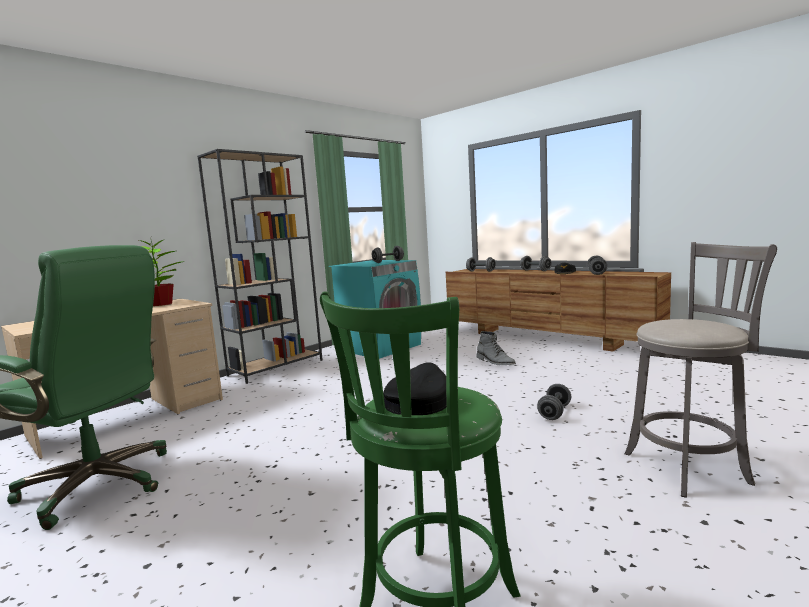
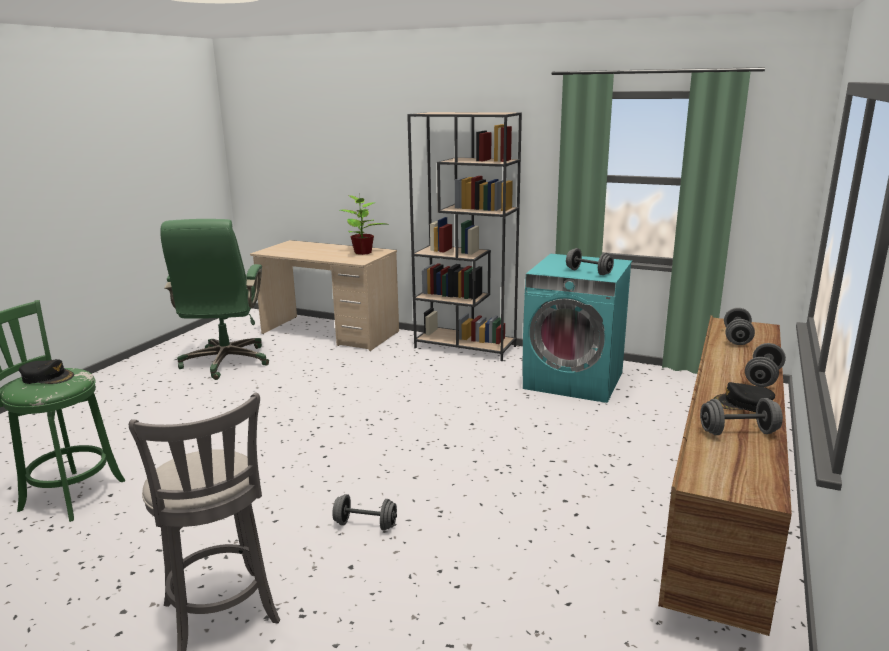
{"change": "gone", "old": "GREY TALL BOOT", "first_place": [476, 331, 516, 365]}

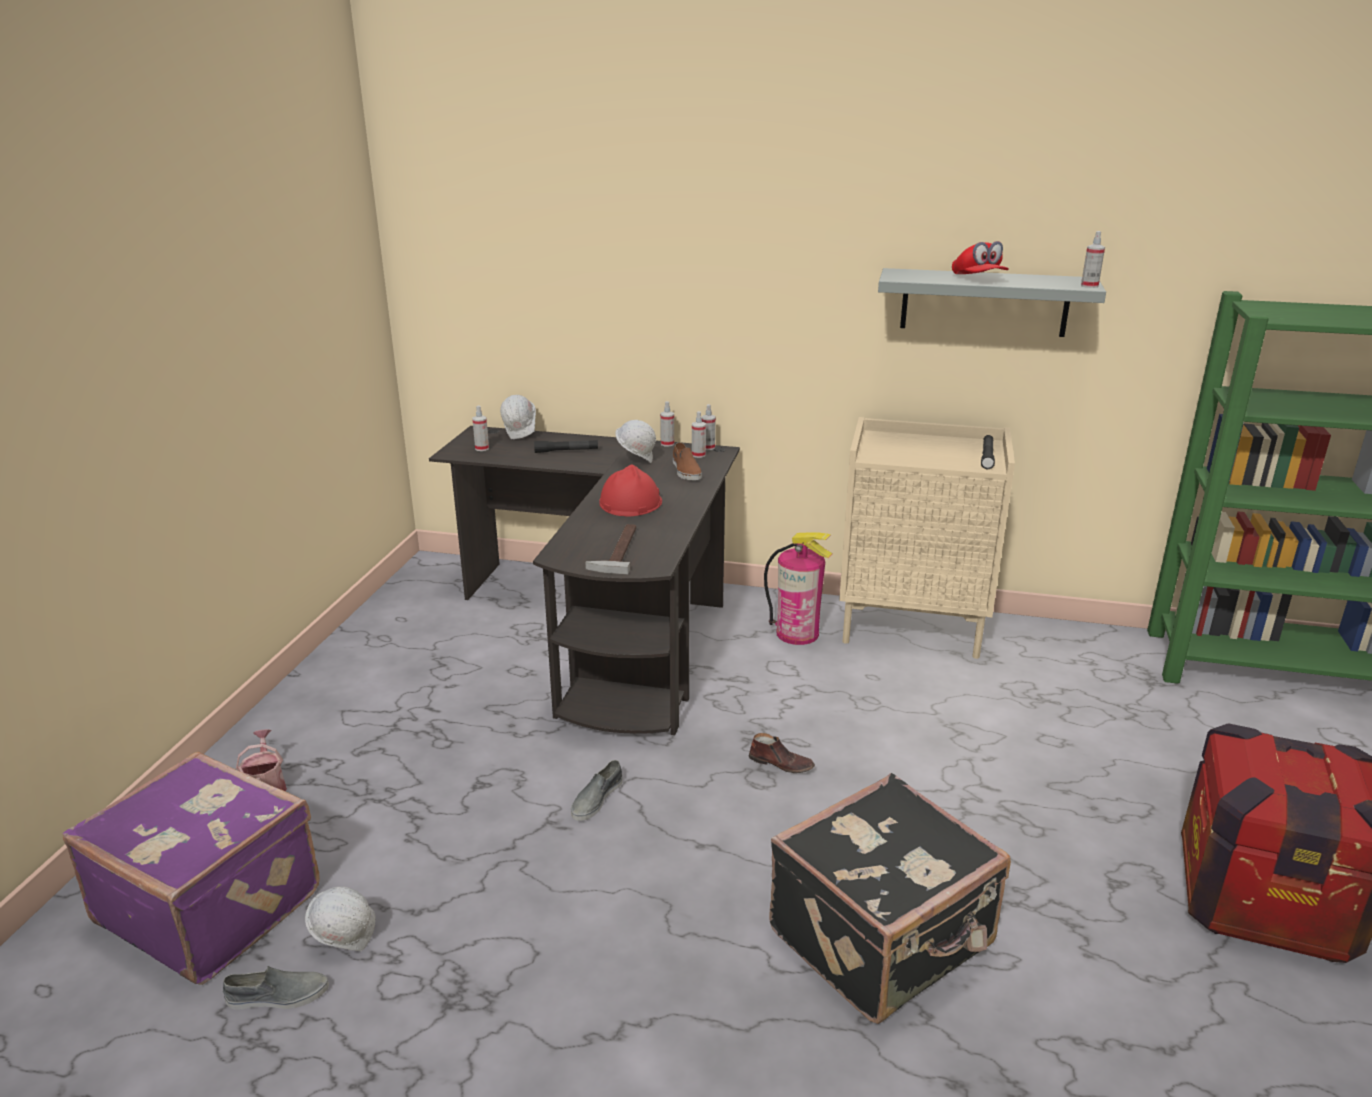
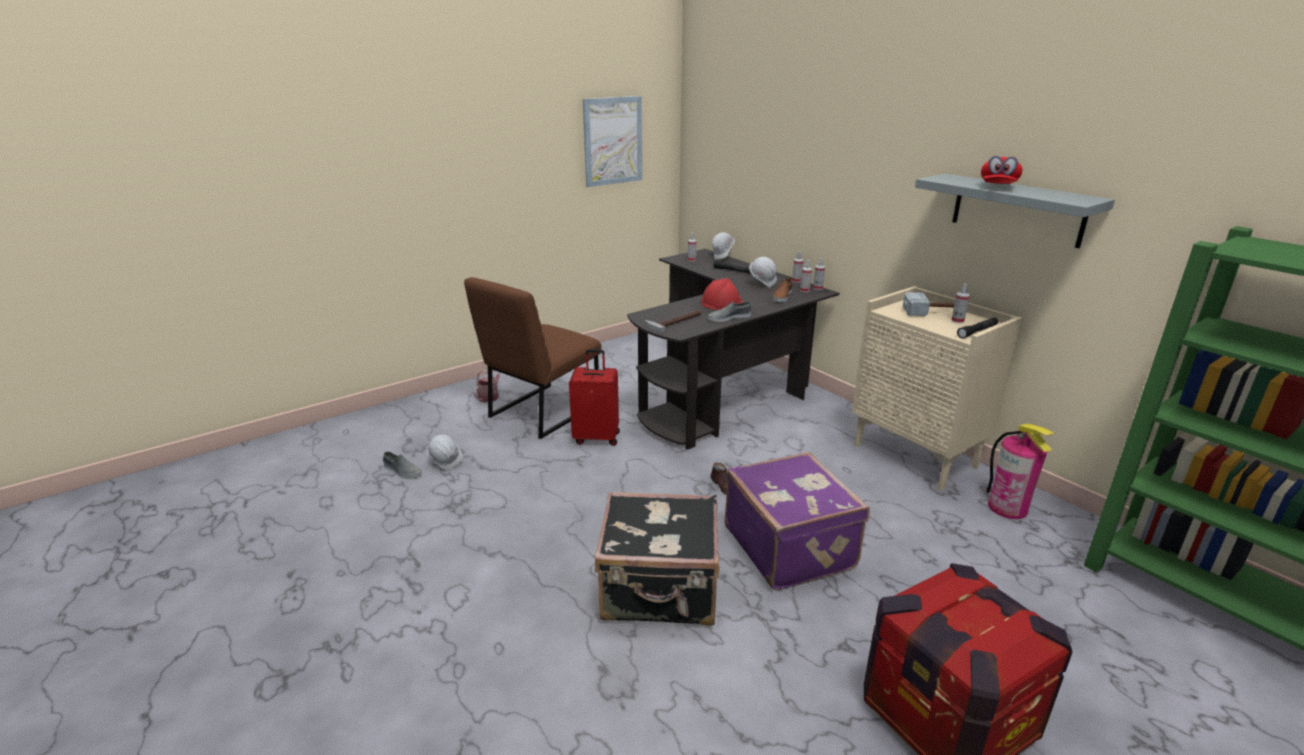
{"change": "shifted", "old": "HAND SPRAYER", "first_place": [1081, 231, 1105, 288], "second_place": [951, 284, 970, 323]}
{"change": "shifted", "old": "EXTINGUISHER", "first_place": [764, 532, 832, 645], "second_place": [986, 423, 1055, 519]}
{"change": "shifted", "old": "PURPLE-COLOURED TRAVEL CASE", "first_place": [62, 752, 320, 985], "second_place": [724, 452, 870, 591]}
{"change": "shifted", "old": "GREY ITEM OF FOOTWEAR", "first_place": [571, 760, 623, 821], "second_place": [708, 301, 752, 322]}
{"change": "new", "new": "WALL PICTURE", "second_place": [583, 96, 642, 187]}
{"change": "new", "new": "BROWNISH PLAIN CHAIR", "second_place": [464, 277, 601, 439]}
{"change": "new", "new": "HAMMER", "second_place": [903, 292, 955, 316]}
{"change": "new", "new": "RED TRAVEL CASE", "second_place": [569, 349, 620, 446]}

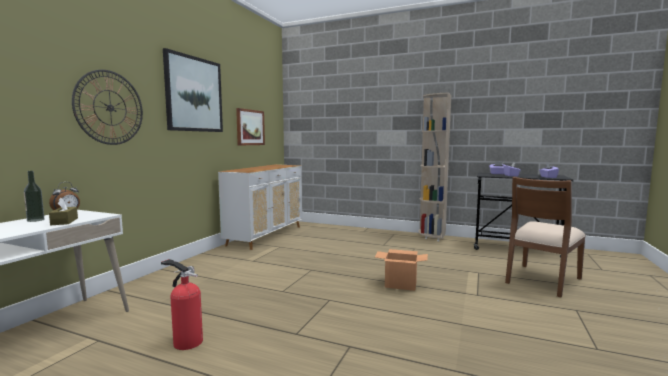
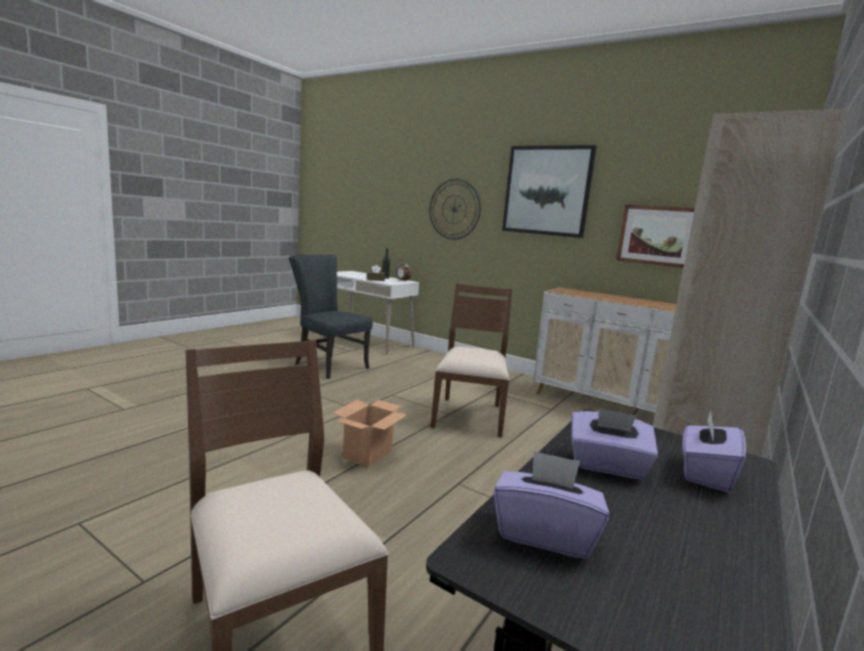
{"change": "swapped", "old": "EXTINGUISHER", "new": "GREY PLAIN CHAIR", "first_place": [161, 259, 203, 350], "second_place": [288, 255, 373, 379]}
{"change": "new", "new": "BROWNISH PLAIN CHAIR", "second_place": [430, 283, 512, 438]}

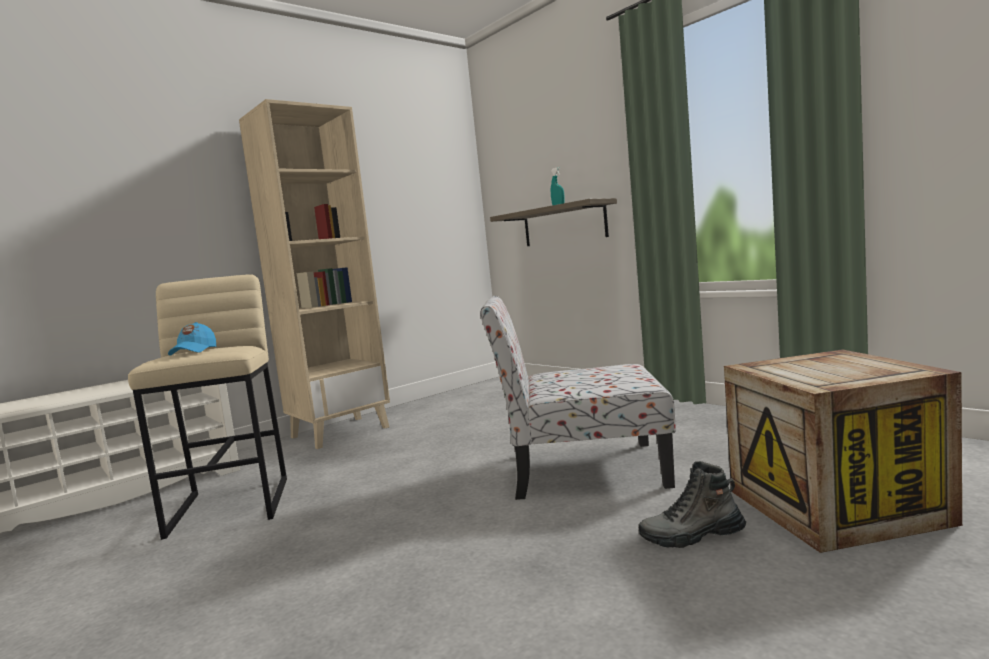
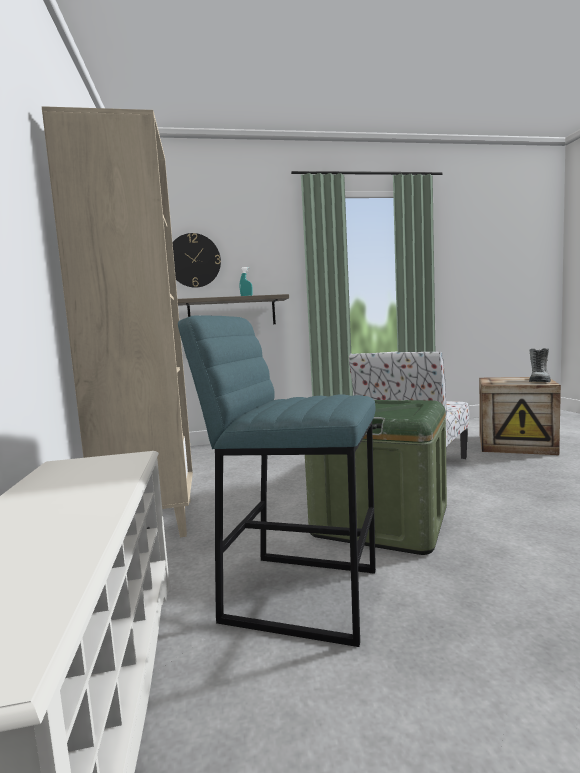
{"change": "repainted", "old": "BEIGE-COLOURED STOOL SEAT", "new": "BLUE-GREEN STOOL SEAT", "first_place": [128, 274, 287, 540], "second_place": [178, 315, 376, 647]}
{"change": "gone", "old": "BLUE-COLOURED PEAKED CAP", "first_place": [168, 322, 216, 356]}
{"change": "shifted", "old": "TALL BOOT", "first_place": [639, 461, 746, 548], "second_place": [529, 348, 551, 382]}
{"change": "new", "new": "WALL CLOCK", "second_place": [172, 233, 221, 288]}
{"change": "new", "new": "GREEN STORAGE BOX", "second_place": [305, 400, 447, 555]}

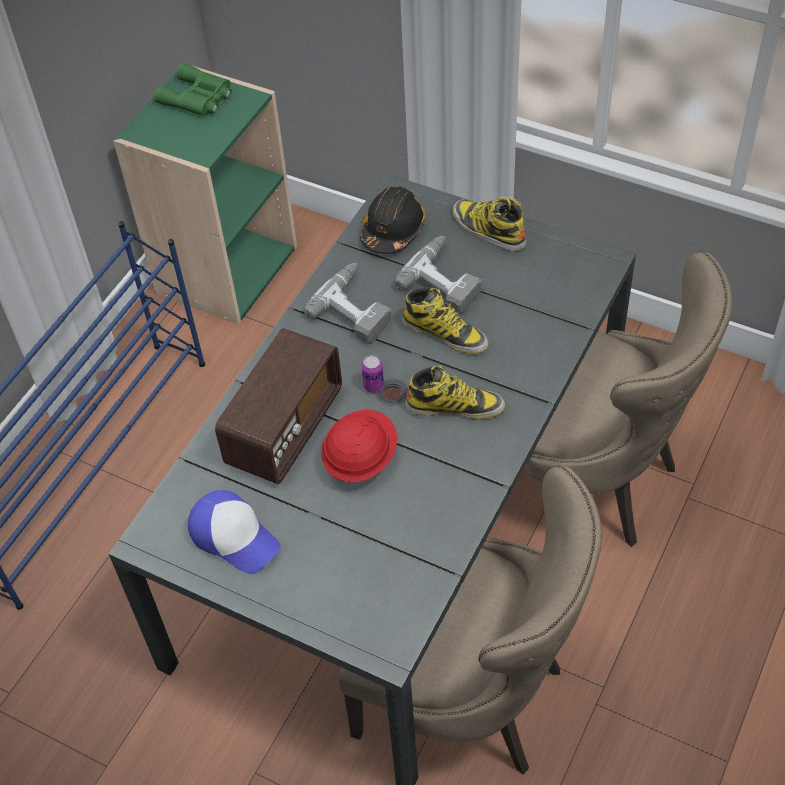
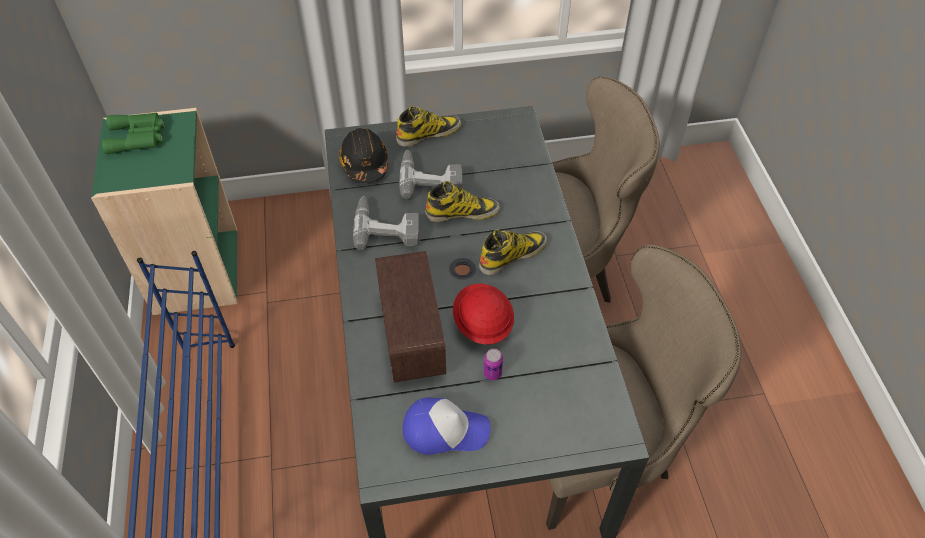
{"change": "rotated", "old": "TALL BOOT", "first_place": [453, 197, 527, 251], "second_place": [396, 106, 462, 147], "degrees": 150}
{"change": "shifted", "old": "CAN", "first_place": [361, 355, 384, 393], "second_place": [484, 349, 503, 380]}

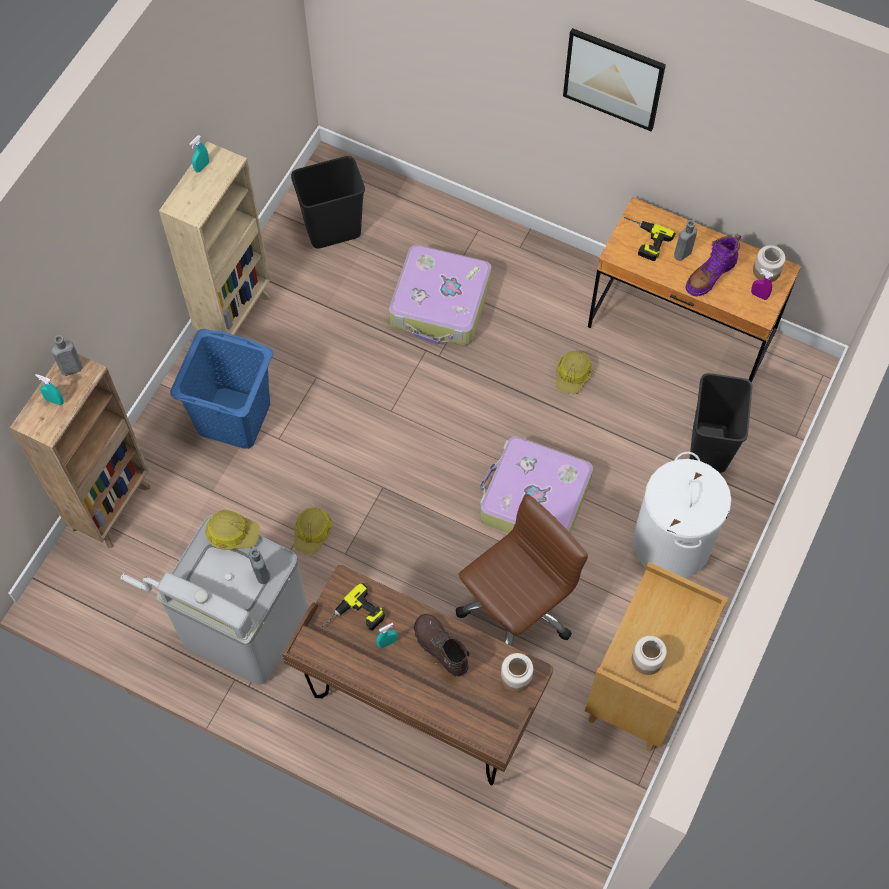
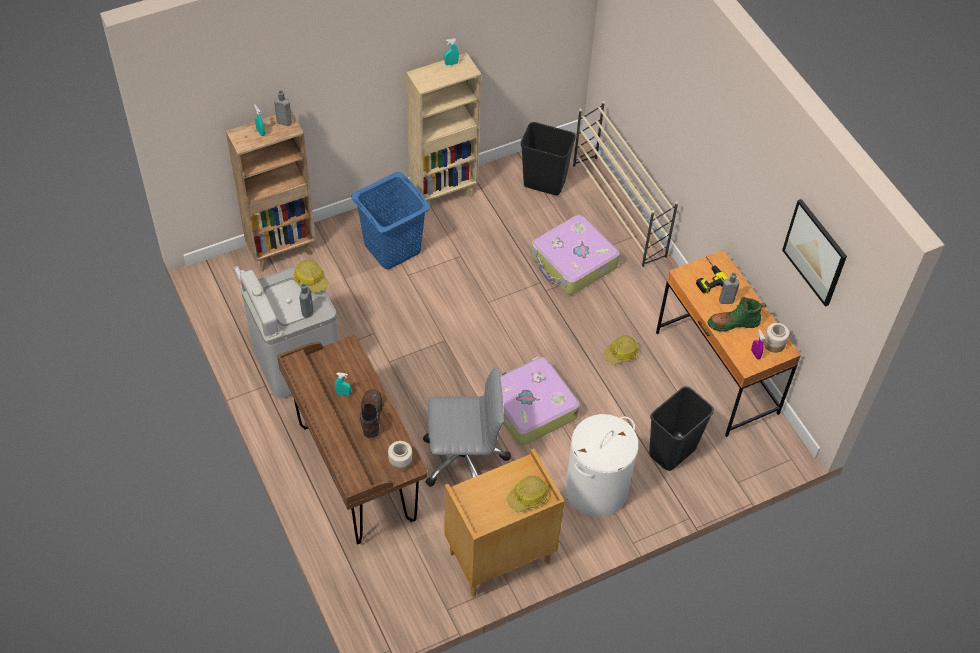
{"change": "shifted", "old": "WALL PICTURE", "first_place": [563, 28, 666, 131], "second_place": [782, 199, 847, 307]}
{"change": "repainted", "old": "PURPLE-COLOURED TALL BOOT", "new": "GREEN TALL BOOT", "first_place": [685, 234, 742, 296], "second_place": [707, 297, 767, 332]}
{"change": "repainted", "old": "BROWNISH DESK CHAIR", "new": "GREY DESK CHAIR", "first_place": [456, 494, 588, 646], "second_place": [423, 367, 511, 487]}
{"change": "shifted", "old": "WORK HELMET", "first_place": [294, 507, 333, 554], "second_place": [506, 475, 548, 512]}
{"change": "gone", "old": "POWER DRILL", "first_place": [322, 583, 385, 631]}
{"change": "gone", "old": "STORAGE JAR", "first_place": [632, 636, 667, 675]}
{"change": "new", "new": "BEIGE-COLOURED SHOE STAND", "second_place": [573, 101, 678, 268]}

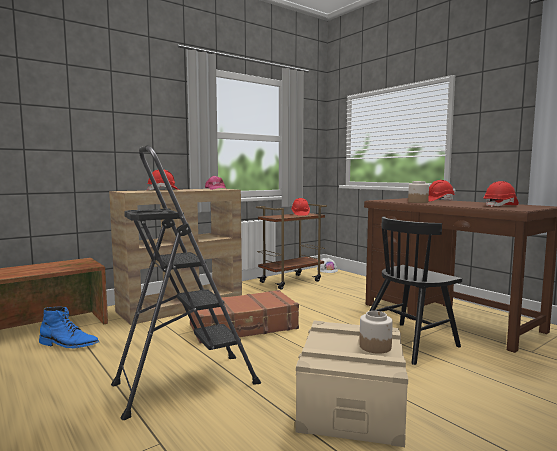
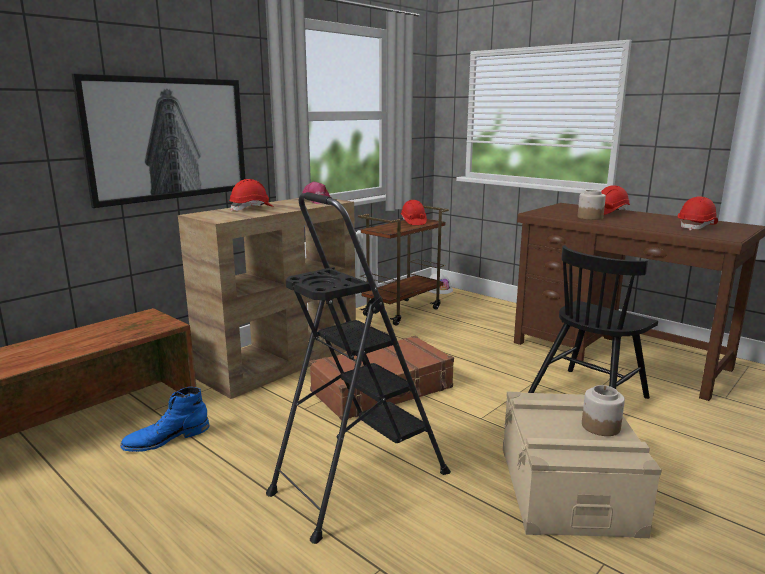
{"change": "rotated", "old": "BLUE-COLOURED TALL BOOT", "first_place": [39, 307, 99, 348], "second_place": [120, 387, 209, 452], "degrees": 150}
{"change": "new", "new": "WALL PICTURE", "second_place": [72, 73, 245, 208]}

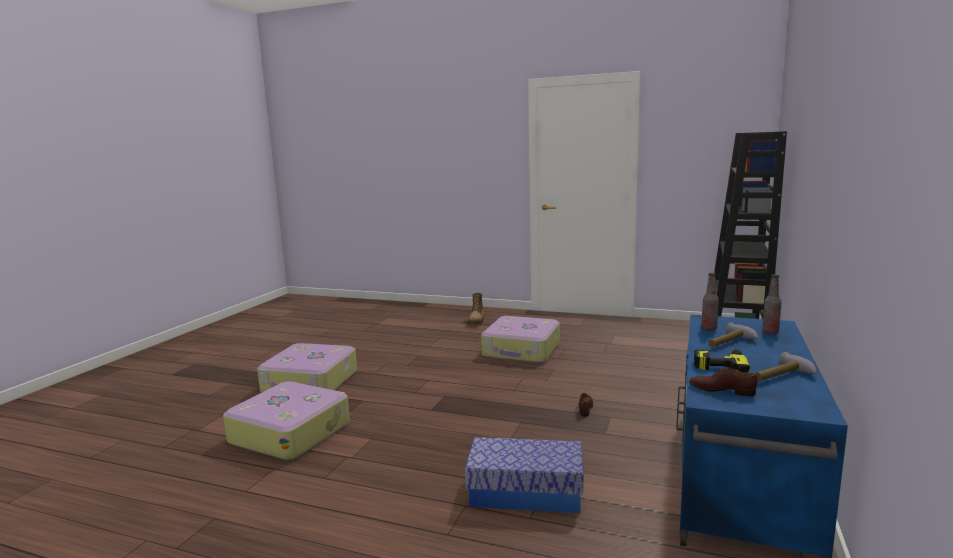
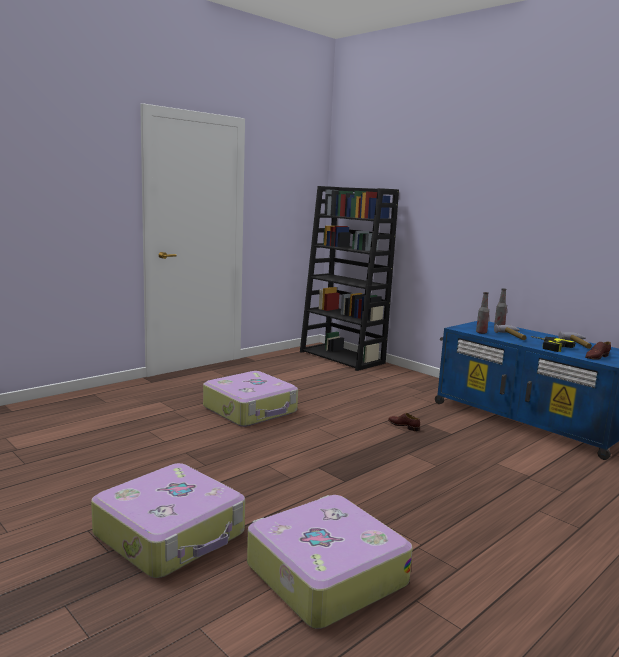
{"change": "gone", "old": "TALL BOOT", "first_place": [468, 293, 484, 324]}
{"change": "gone", "old": "STORAGE BOX", "first_place": [465, 437, 584, 513]}

